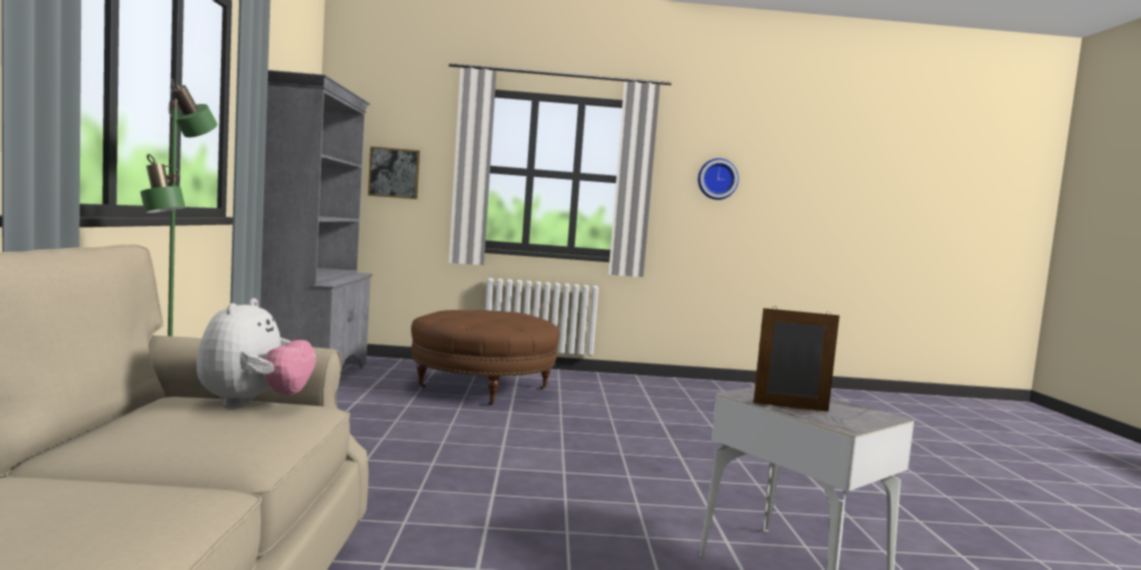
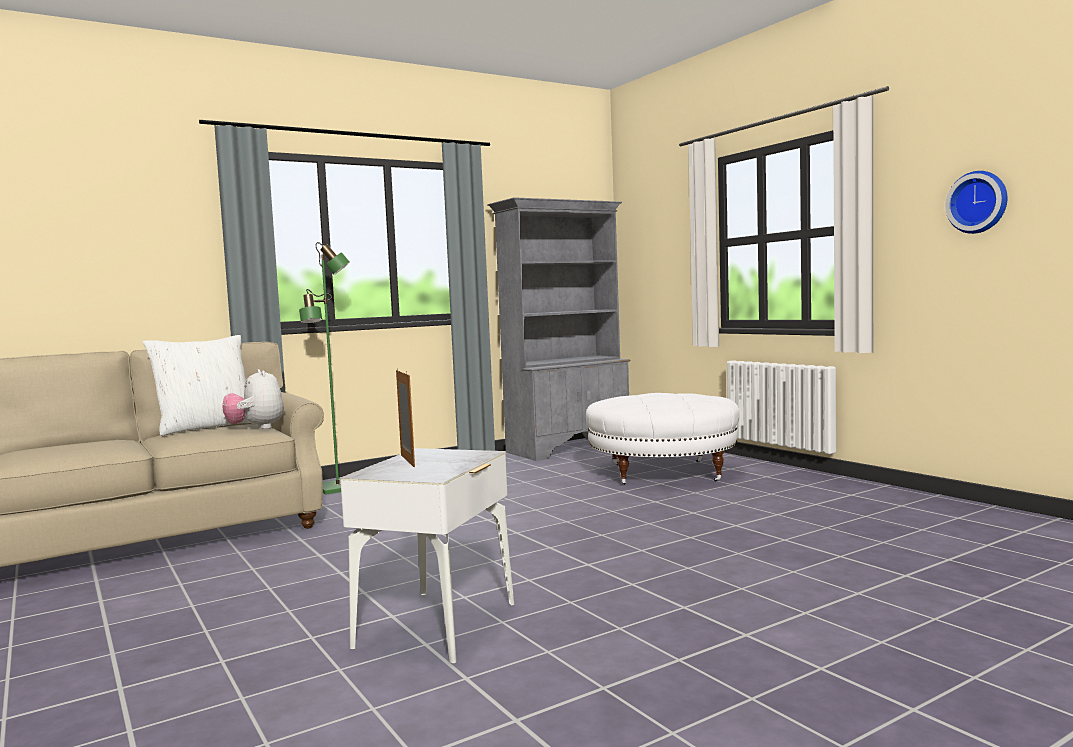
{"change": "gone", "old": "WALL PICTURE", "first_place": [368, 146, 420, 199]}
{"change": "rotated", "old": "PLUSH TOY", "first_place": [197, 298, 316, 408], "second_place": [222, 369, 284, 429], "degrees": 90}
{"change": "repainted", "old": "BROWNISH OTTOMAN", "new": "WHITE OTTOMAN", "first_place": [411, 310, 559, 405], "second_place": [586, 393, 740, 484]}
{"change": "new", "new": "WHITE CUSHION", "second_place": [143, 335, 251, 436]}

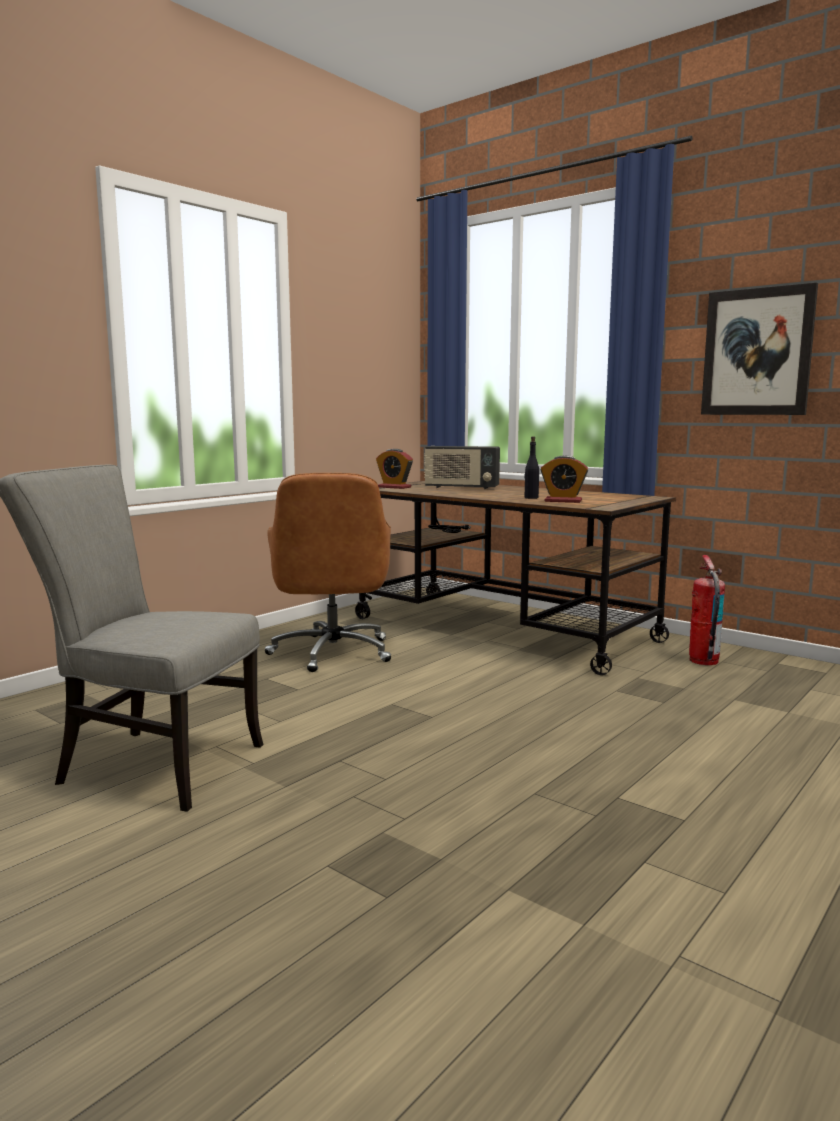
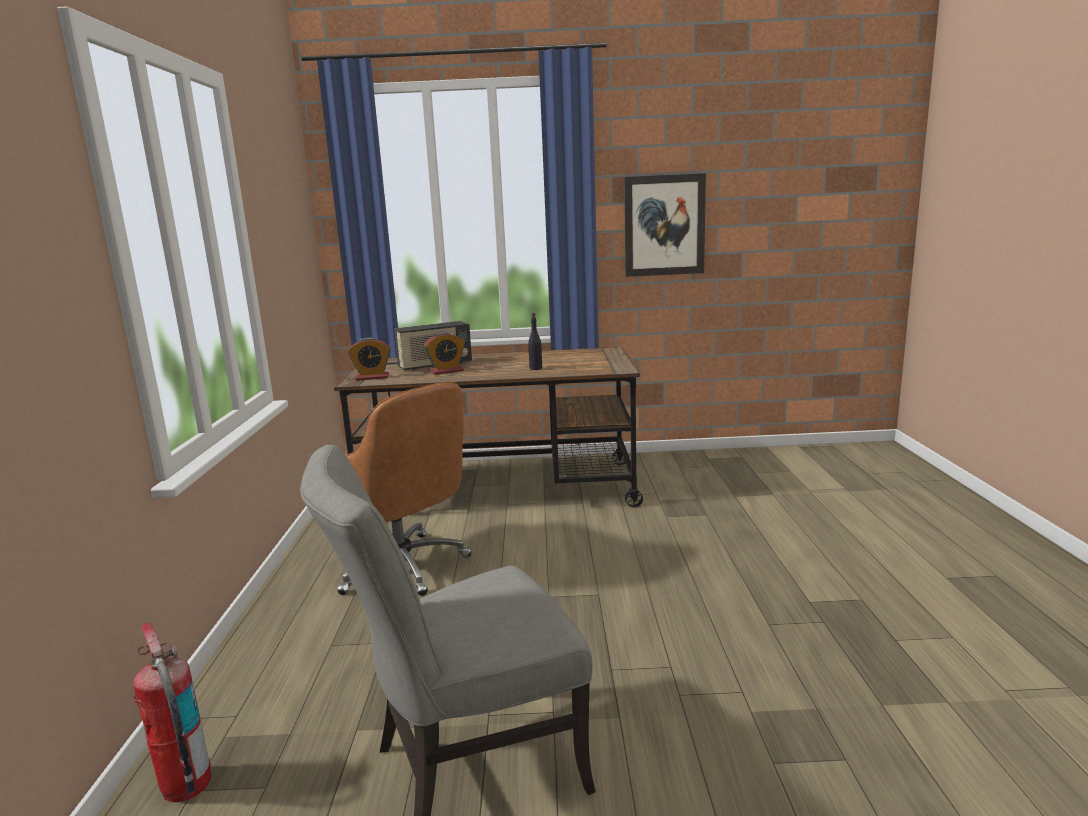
{"change": "shifted", "old": "TABLE CLOCK", "first_place": [541, 455, 588, 503], "second_place": [424, 332, 465, 375]}
{"change": "shifted", "old": "EXTINGUISHER", "first_place": [689, 555, 725, 665], "second_place": [133, 623, 211, 802]}

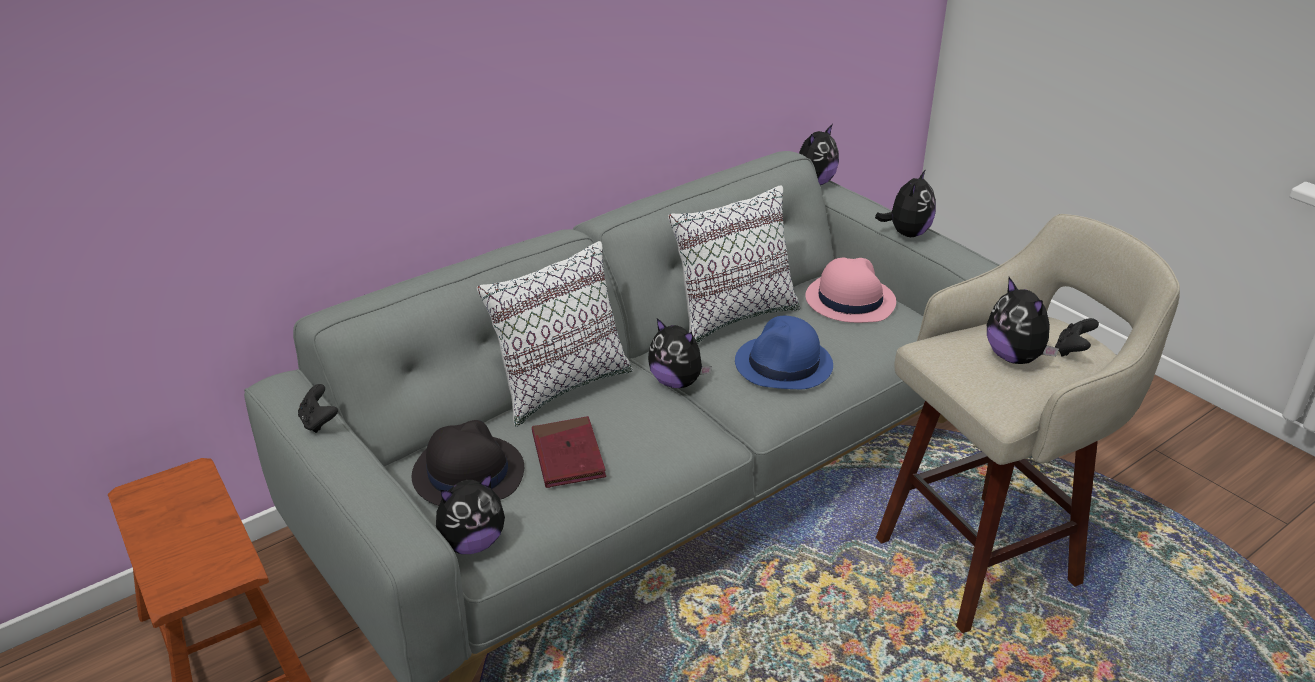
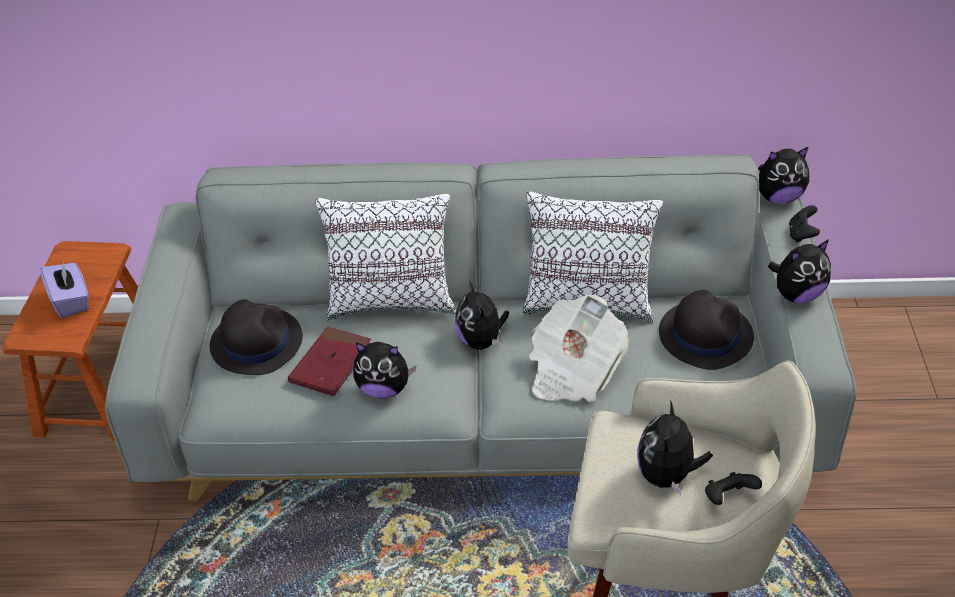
{"change": "repainted", "old": "PINK HAT", "new": "BLACKISH HAT", "first_place": [805, 257, 896, 323], "second_place": [659, 290, 754, 370]}
{"change": "swapped", "old": "BLUE-COLOURED HAT", "new": "DAILY PAPER", "first_place": [735, 316, 833, 389], "second_place": [529, 294, 629, 402]}
{"change": "shifted", "old": "BLACKISH JOYPAD", "first_place": [298, 384, 338, 433], "second_place": [789, 205, 820, 242]}
{"change": "shifted", "old": "PLUSH TOY", "first_place": [436, 473, 505, 554], "second_place": [353, 342, 416, 399]}
{"change": "new", "new": "PURPLE-COLOURED BOX OF TISSUES", "second_place": [40, 262, 89, 318]}

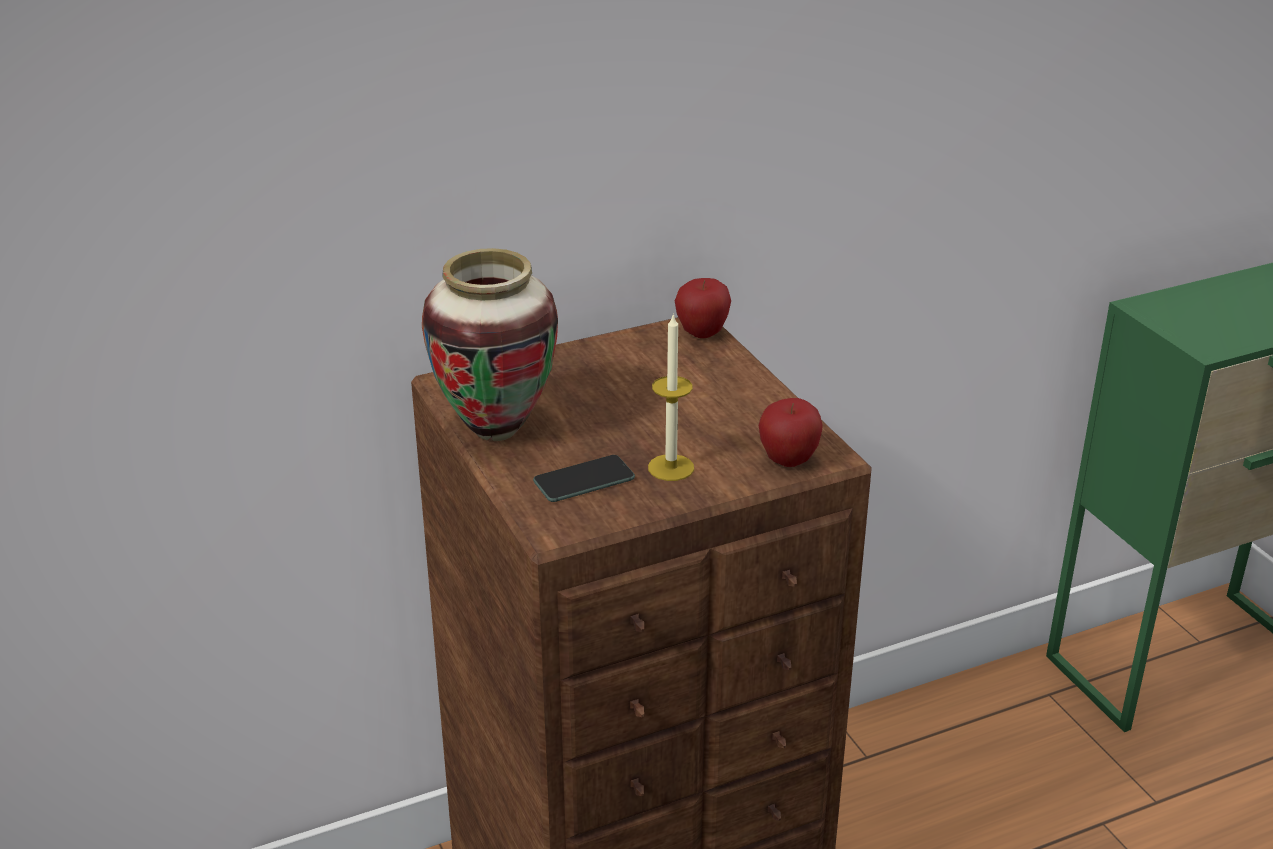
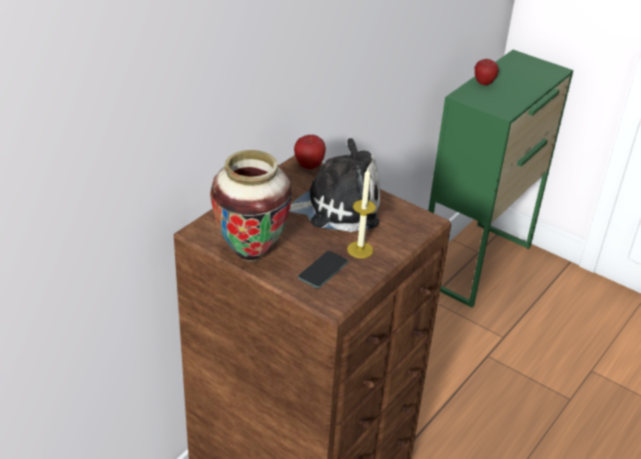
{"change": "shifted", "old": "WHOLE APPLE", "first_place": [759, 398, 823, 467], "second_place": [475, 59, 499, 85]}
{"change": "new", "new": "PLUSH TOY", "second_place": [289, 138, 380, 232]}

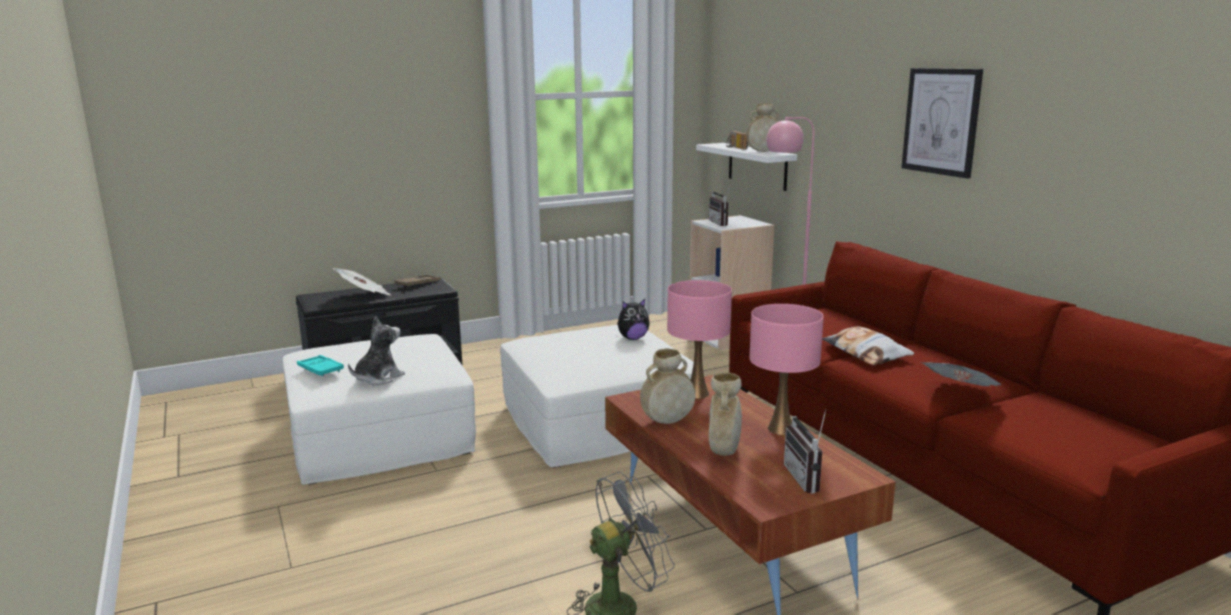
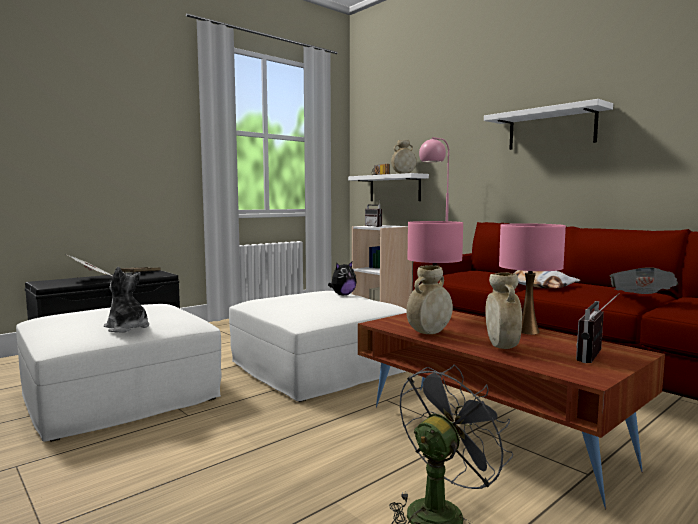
{"change": "swapped", "old": "WALL PICTURE", "new": "WHITE BRACKET SHELF", "first_place": [901, 68, 983, 179], "second_place": [484, 99, 613, 150]}
{"change": "rotated", "old": "PLUSH TOY", "first_place": [348, 316, 405, 385], "second_place": [104, 267, 149, 333], "degrees": -75}
{"change": "gone", "old": "BLUE-GREEN TRAY", "first_place": [297, 355, 344, 377]}
{"change": "rotated", "old": "RADIO SET", "first_place": [784, 409, 826, 494], "second_place": [576, 293, 620, 363], "degrees": 60}

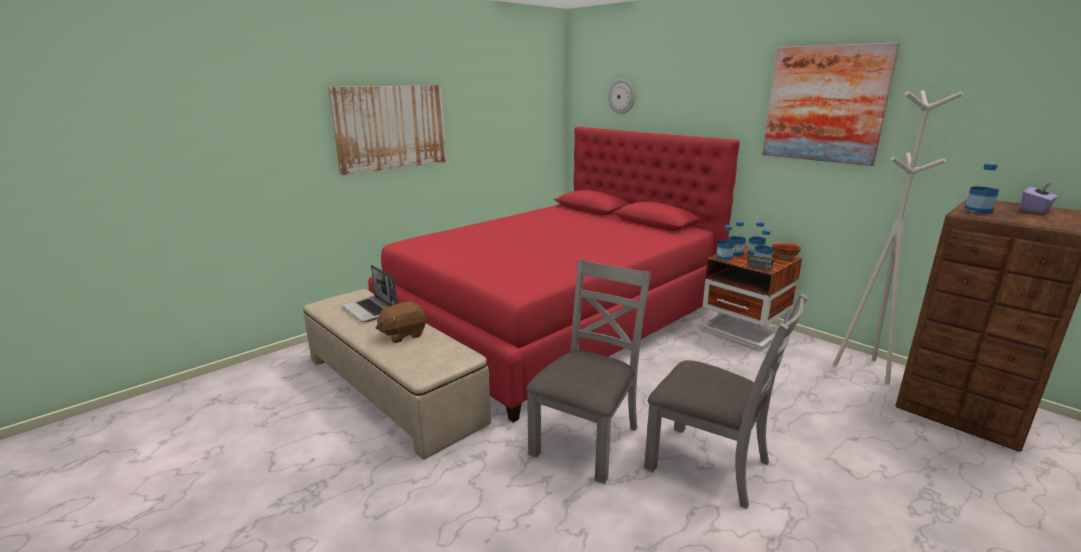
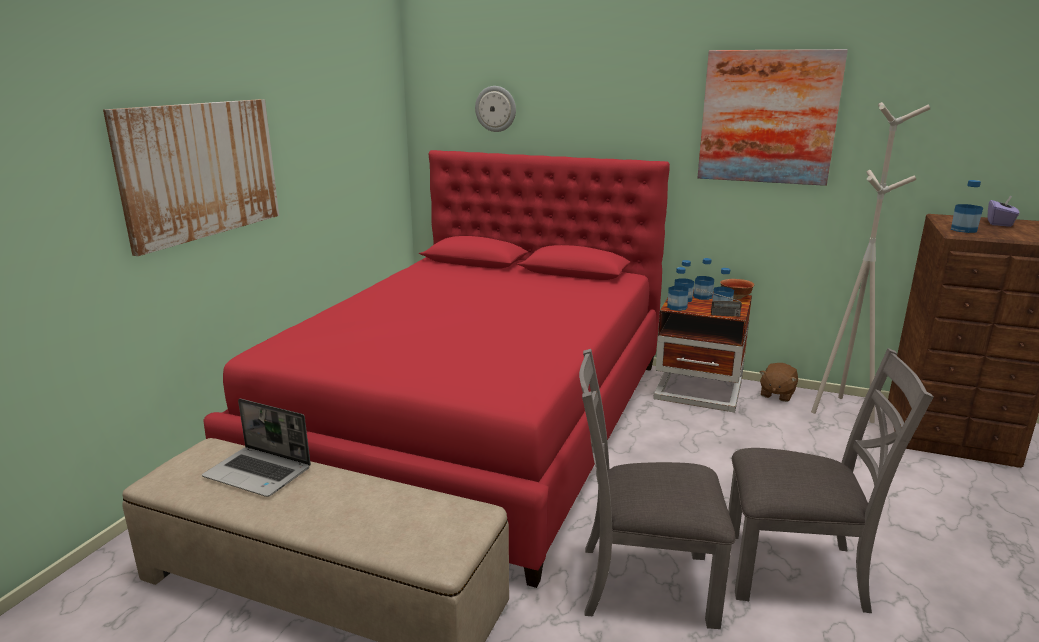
{"change": "rotated", "old": "GREY PLAIN CHAIR", "first_place": [526, 259, 651, 484], "second_place": [579, 349, 736, 629], "degrees": -90}
{"change": "shifted", "old": "BROWNISH PLUSH TOY", "first_place": [376, 301, 426, 343], "second_place": [760, 363, 798, 402]}

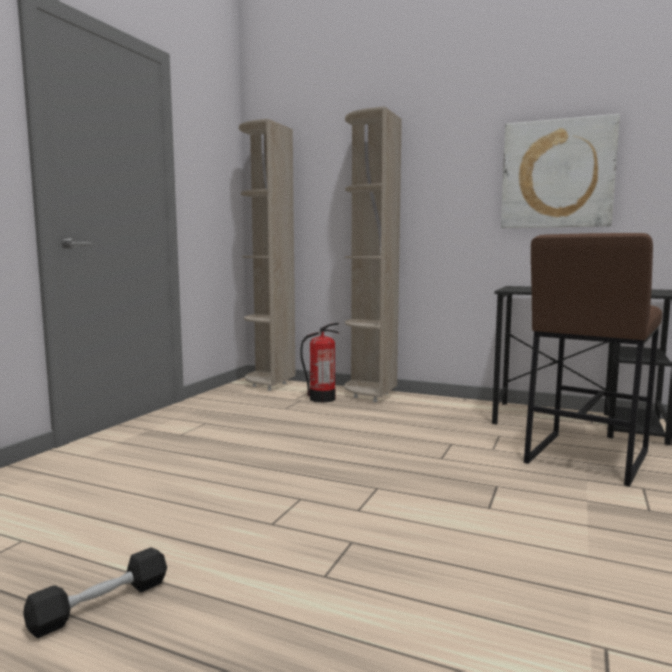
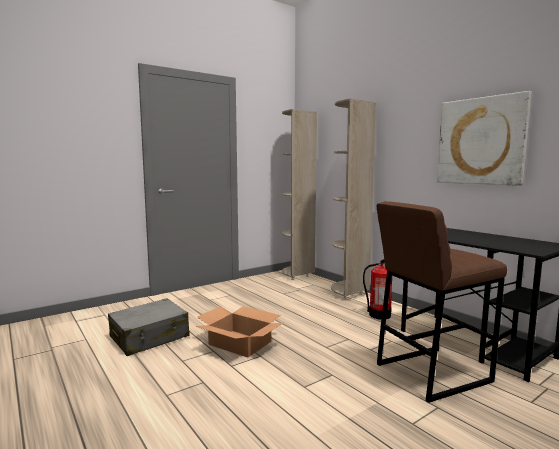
{"change": "shifted", "old": "EXTINGUISHER", "first_place": [300, 323, 339, 403], "second_place": [363, 259, 392, 320]}
{"change": "gone", "old": "BLACKISH FREE WEIGHT", "first_place": [23, 547, 167, 638]}
{"change": "new", "new": "GREY TRAVEL CASE", "second_place": [108, 298, 190, 356]}
{"change": "new", "new": "PACKING BOX", "second_place": [195, 306, 283, 357]}

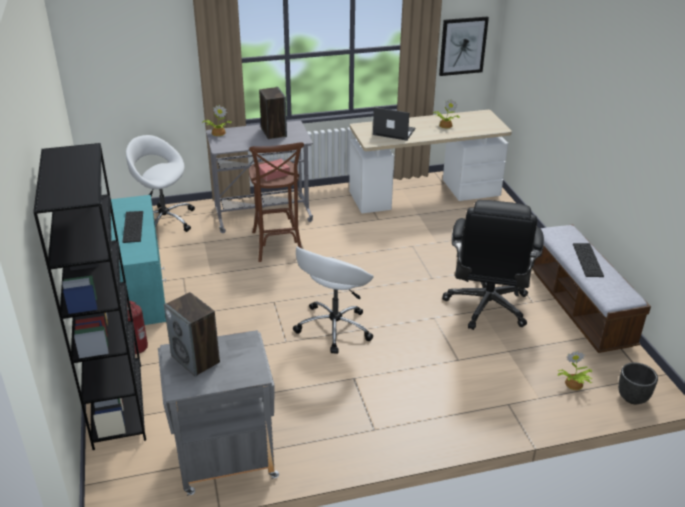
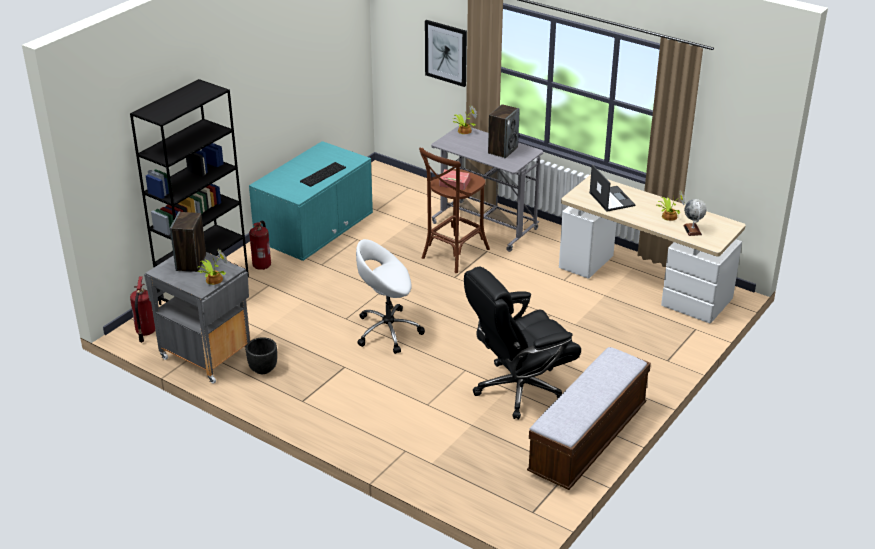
{"change": "shifted", "old": "WALL PICTURE", "first_place": [439, 16, 489, 76], "second_place": [425, 20, 467, 87]}
{"change": "gone", "old": "WHITE DESK CHAIR", "first_place": [126, 135, 195, 232]}
{"change": "gone", "old": "COMPUTER KEYBOARD", "first_place": [573, 243, 604, 277]}
{"change": "shifted", "old": "PLANT IN A POT", "first_place": [558, 351, 592, 390], "second_place": [197, 249, 227, 285]}
{"change": "shifted", "old": "BLACKISH PLANTER", "first_place": [618, 362, 658, 404], "second_place": [246, 337, 277, 374]}
{"change": "new", "new": "WORLD GLOBE", "second_place": [683, 199, 706, 236]}
{"change": "new", "new": "EXTINGUISHER", "second_place": [130, 276, 155, 343]}

